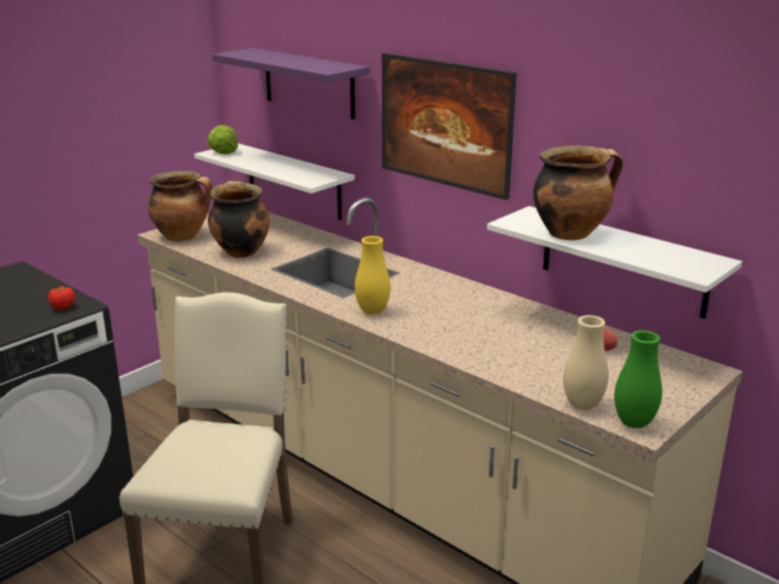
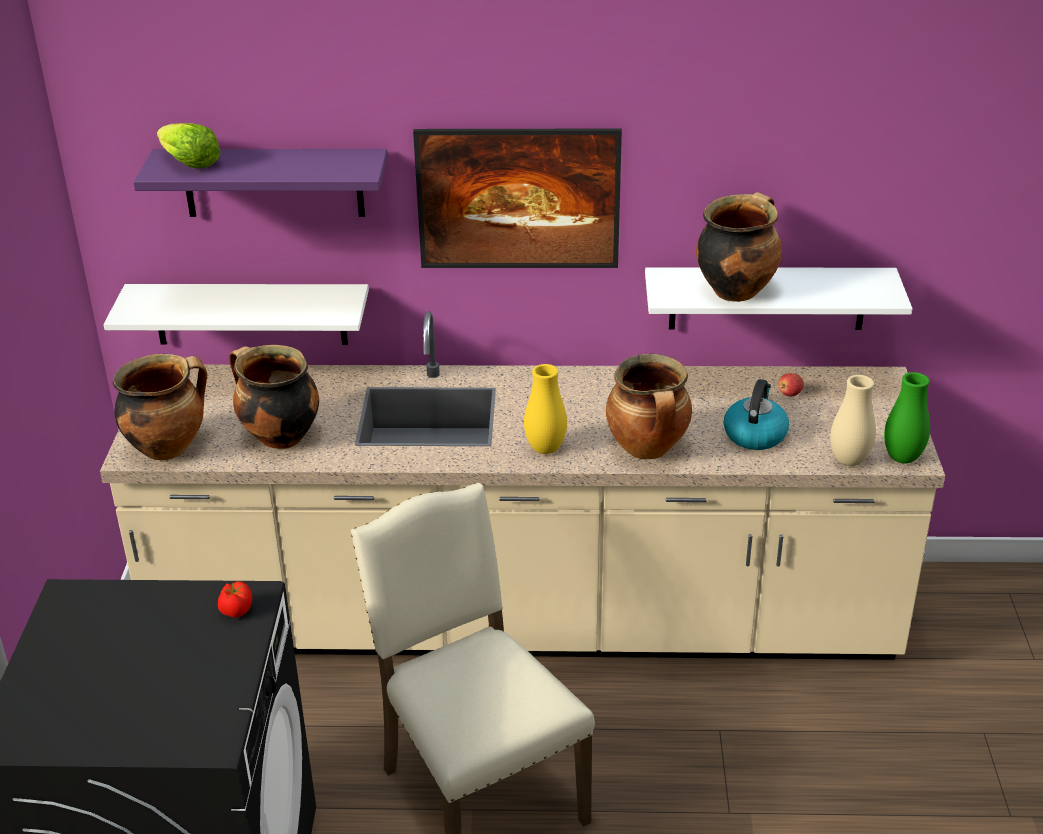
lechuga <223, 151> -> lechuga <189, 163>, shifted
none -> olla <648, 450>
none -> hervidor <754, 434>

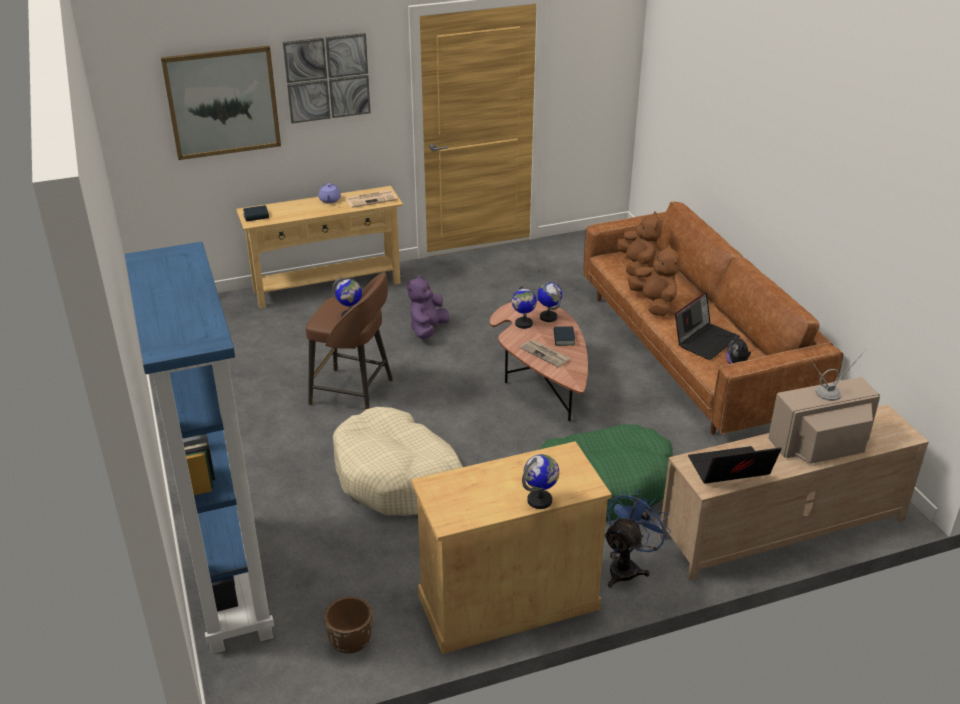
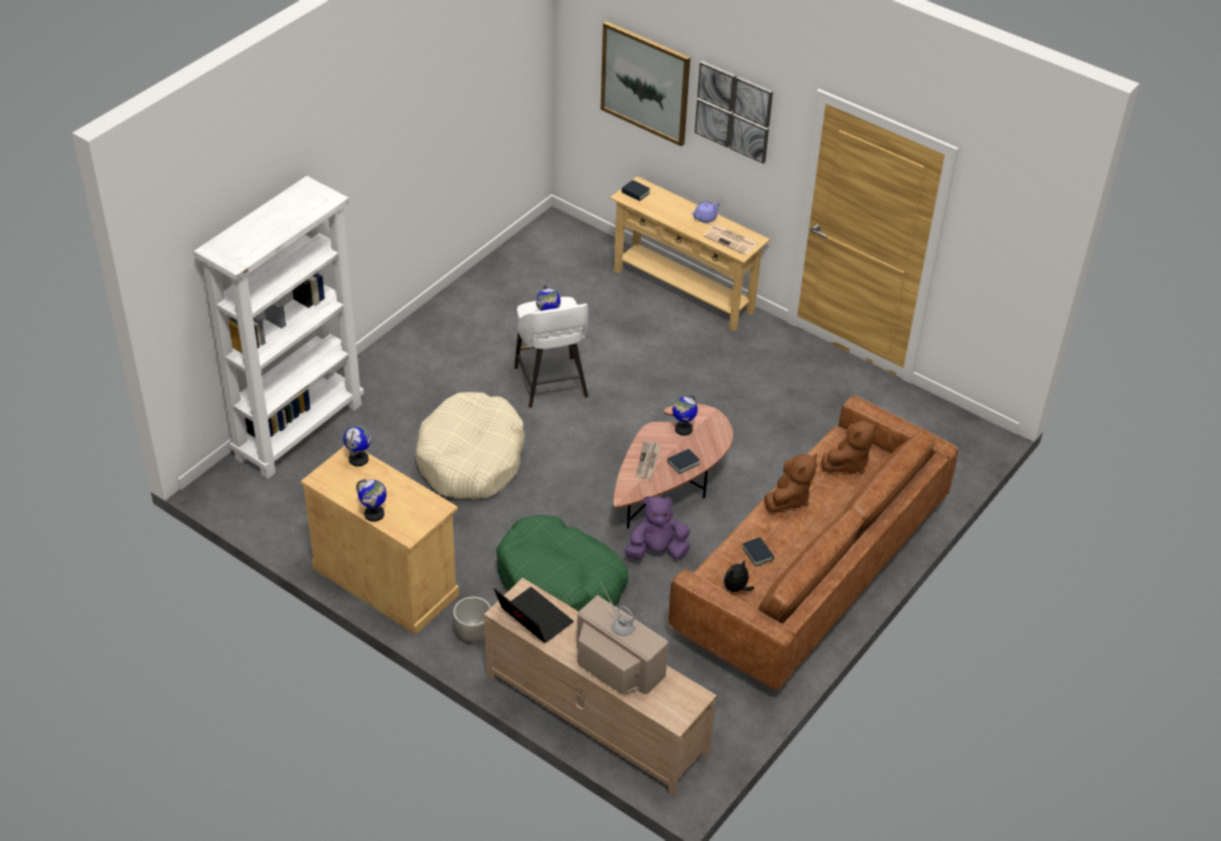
estantería [azul] <227, 582> -> estantería [blanco] <299, 430>
taburete [marrón] <354, 392> -> taburete [blanco] <551, 384>
peluche [morado] <428, 330> -> peluche [morado] <657, 551>, shifted
globo terráqueo <548, 317> -> globo terráqueo <359, 459>, shifted
portátil <705, 340> -> libro <757, 554>
ventilador [azul] <627, 567> -> maceta [gris] <473, 633>
maceta [marrón] <350, 644> -> none

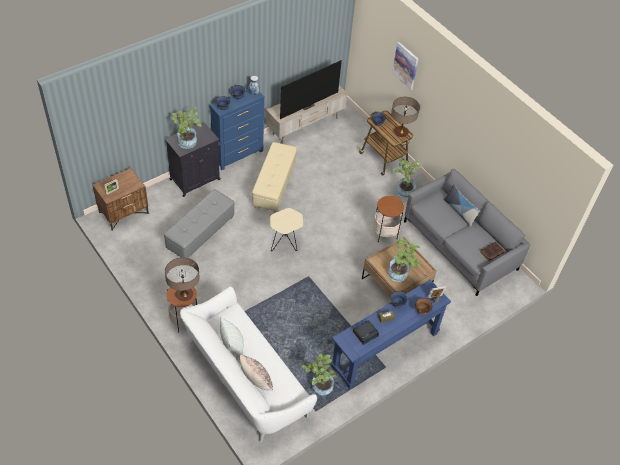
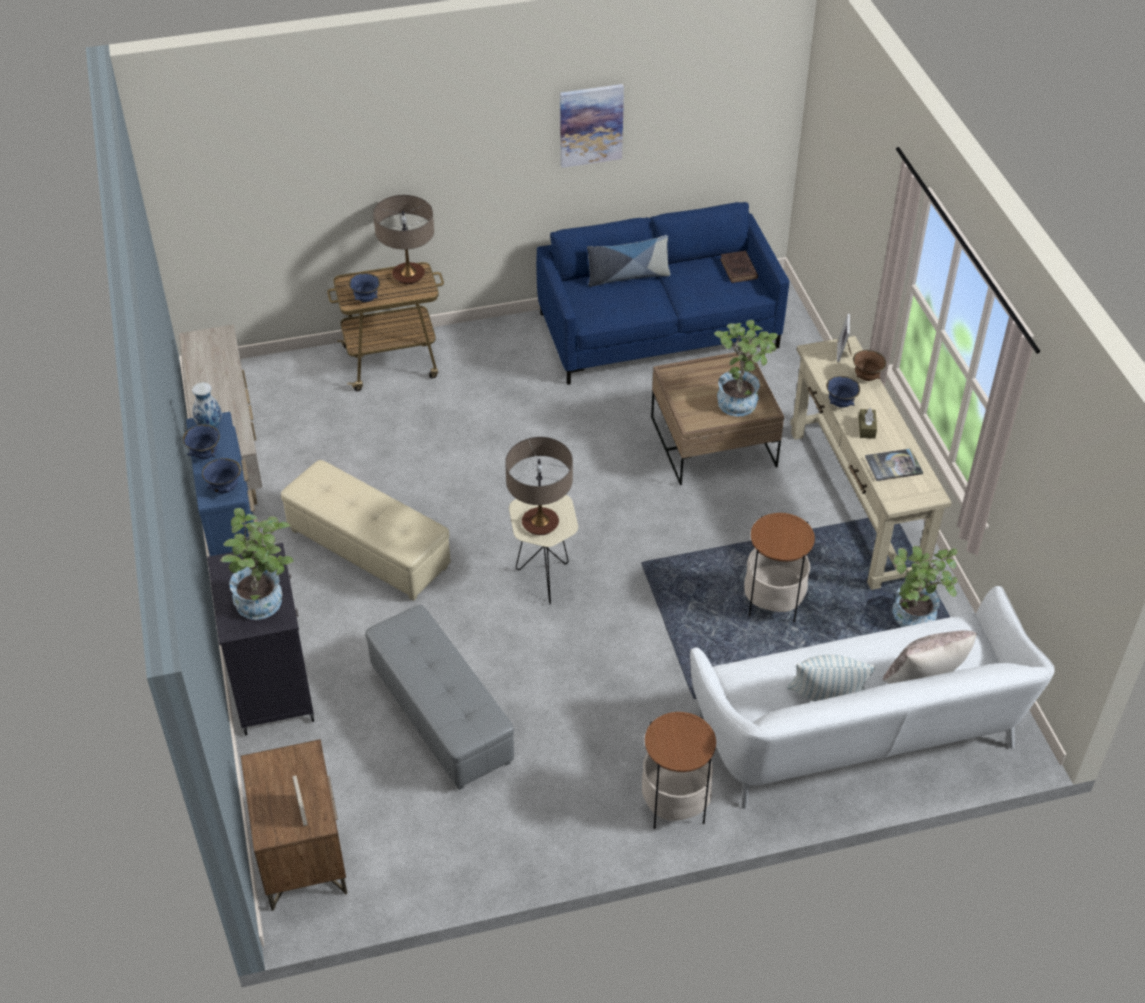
cuadro <405, 66> -> cuadro <591, 125>, shifted
televisor <307, 105> -> none
planta en maceta <403, 190> -> none
sofá [gris] <459, 245> -> sofá [azul] <658, 331>
mesa auxiliar <385, 233> -> mesa auxiliar <773, 602>, shifted
lámpara de mesa <184, 295> -> lámpara de mesa <540, 523>, shifted
mesa consola [azul] <385, 350> -> mesa consola [beis] <855, 503>
despertador <365, 333> -> libro <893, 465>

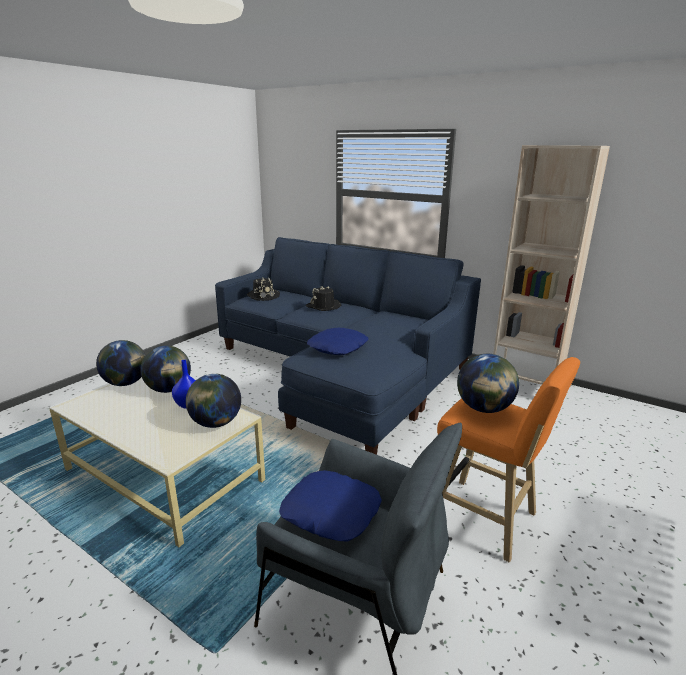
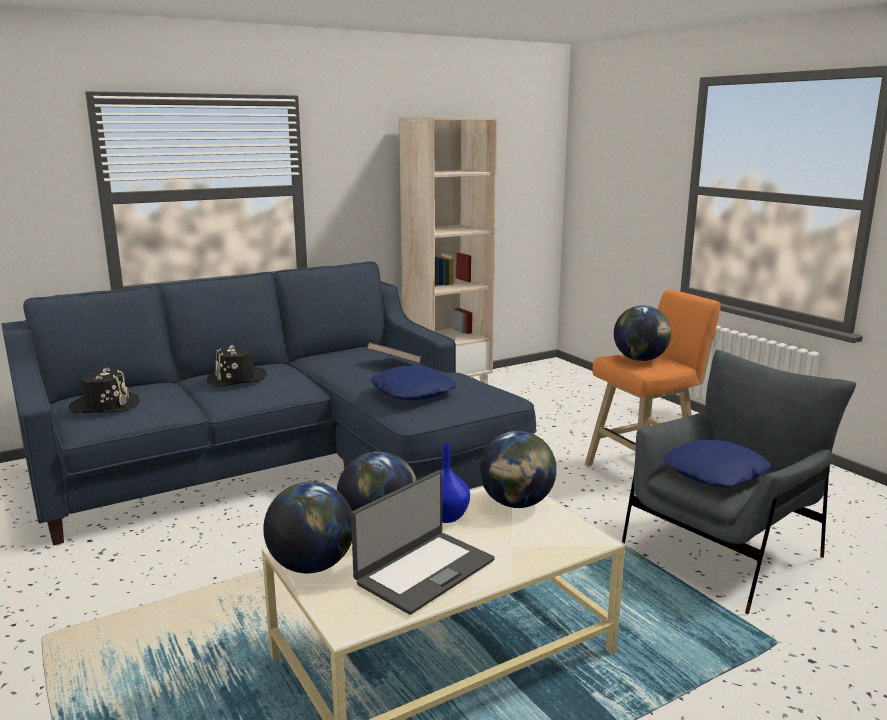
none -> libro [marrón] <394, 364>
none -> portátil <424, 571>

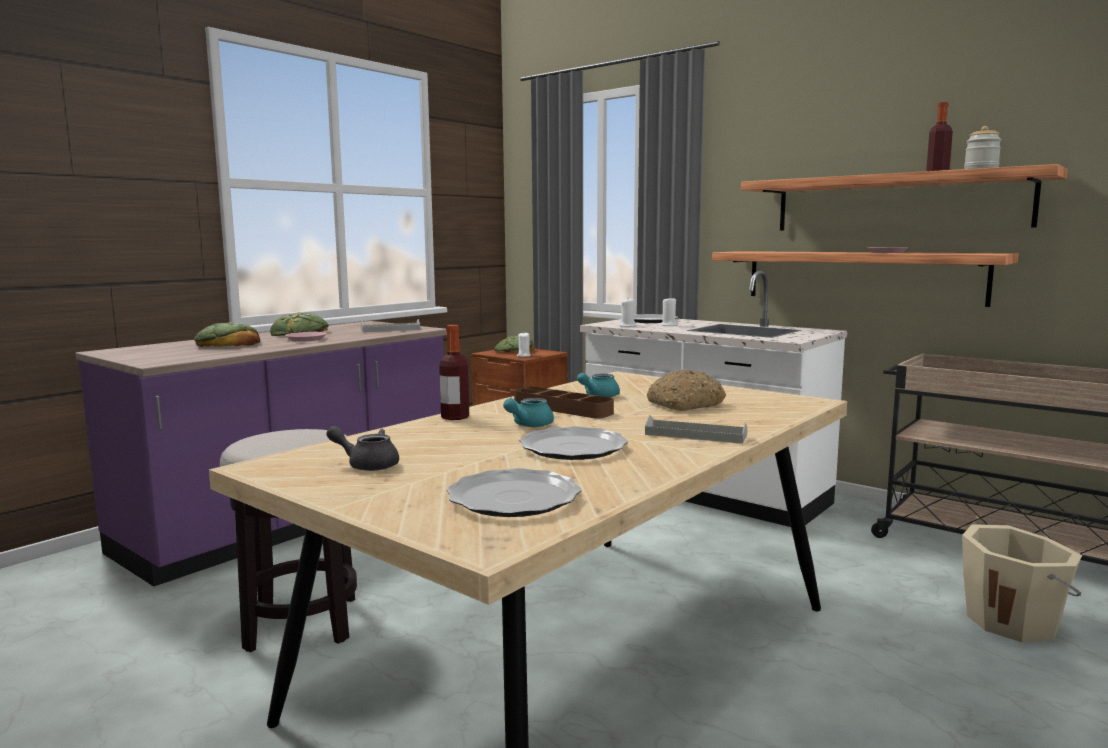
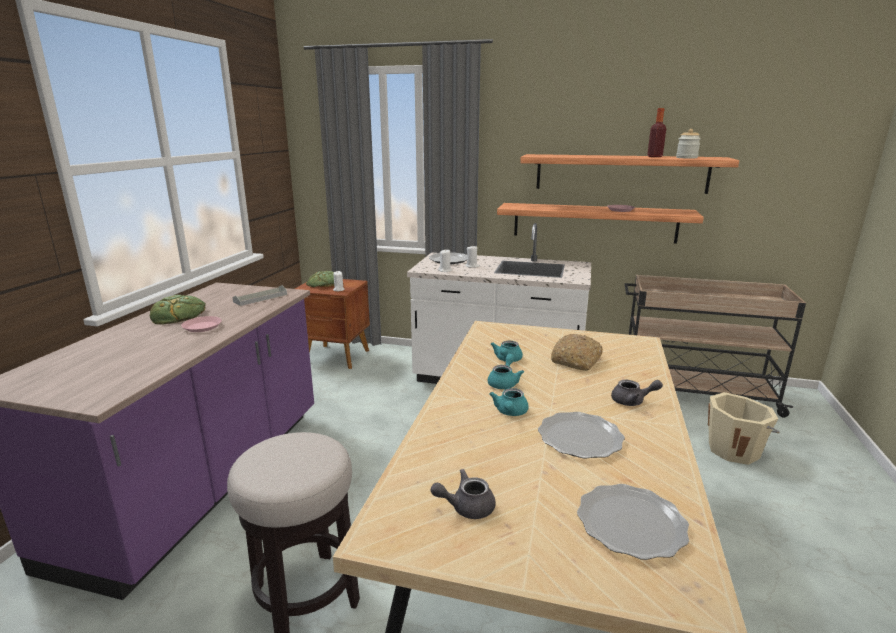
pan <228, 344> -> none
botella <455, 417> -> none
bandeja [marrón] <562, 408> -> tetera [turquesa] <504, 382>
bandeja [gris] <695, 435> -> tetera [gris] <632, 401>

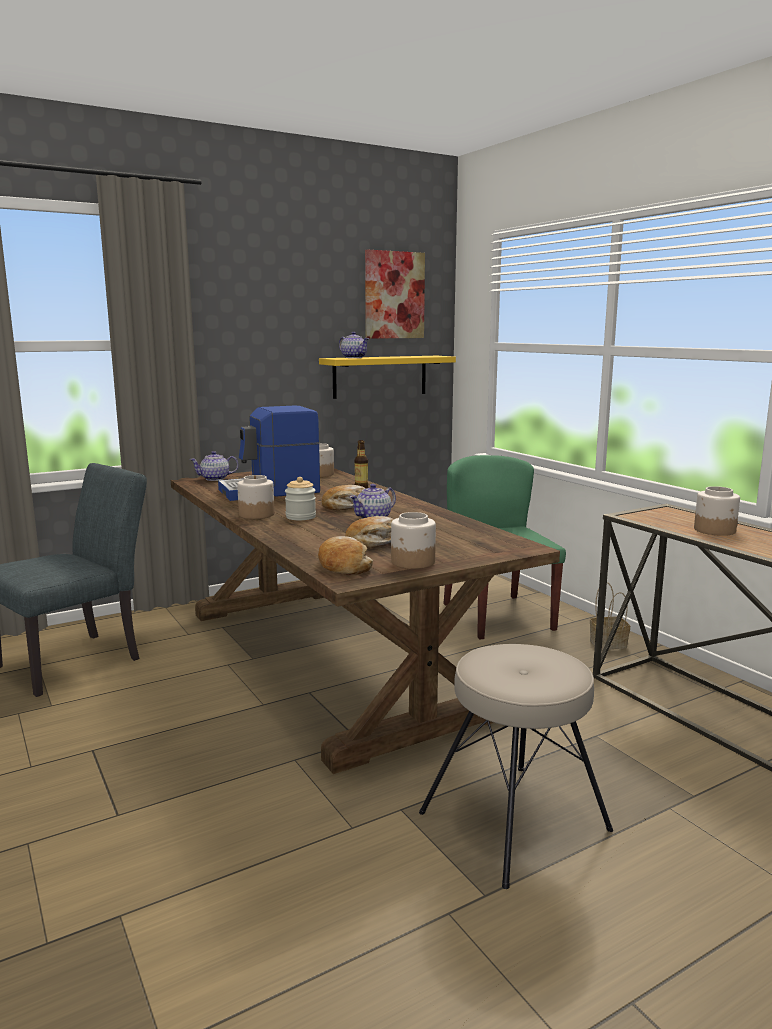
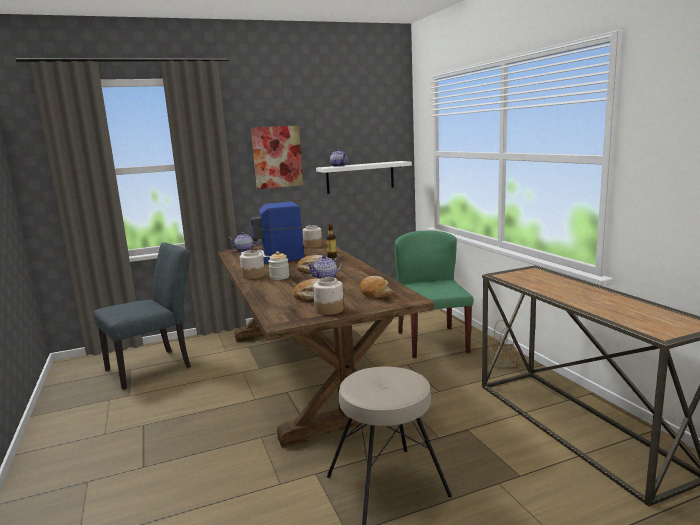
cuadro <394, 295> -> cuadro <277, 157>, shifted
estante [amarillo] <380, 376> -> estante [blanco] <360, 177>
tarro <715, 530> -> none
pan <343, 566> -> pan <374, 293>, shifted

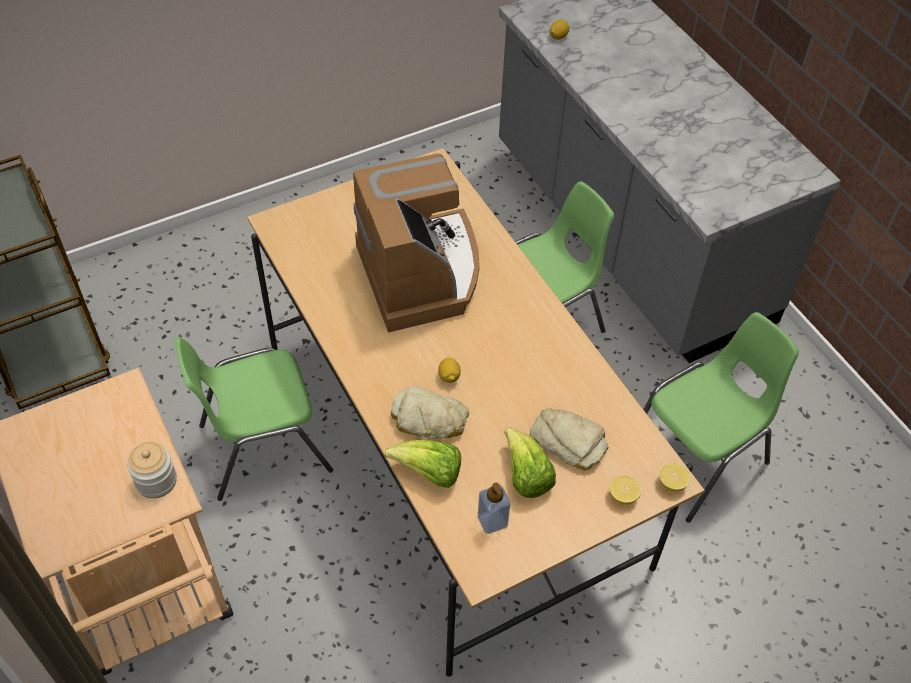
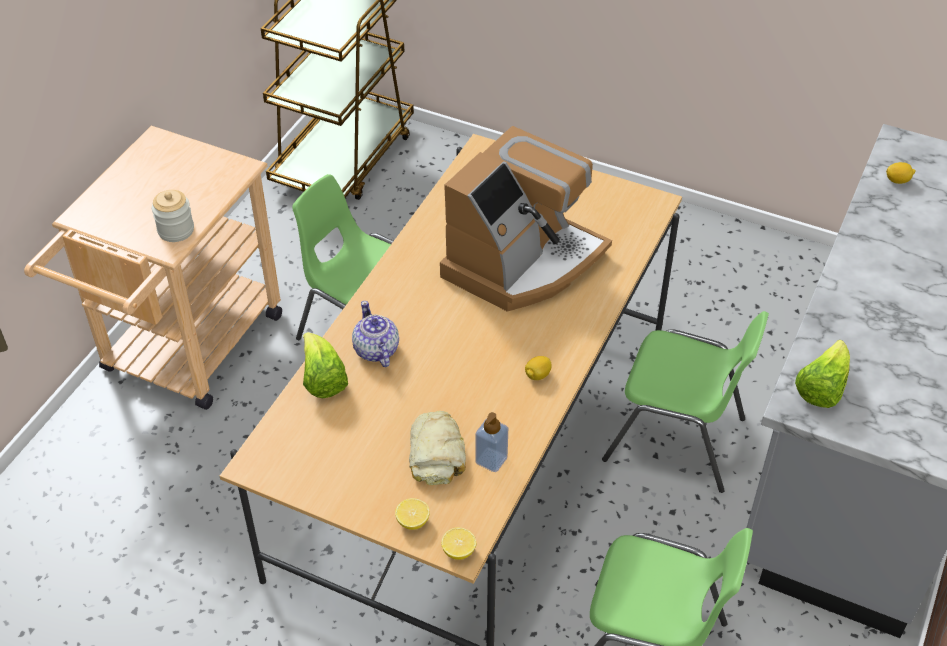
limón <449, 376> -> limón <537, 375>, shifted
pan <429, 419> -> tetera <376, 350>
lechuga <526, 476> -> lechuga <821, 388>, shifted
dispensador de jabón <492, 521> -> dispensador de jabón <491, 460>, shifted

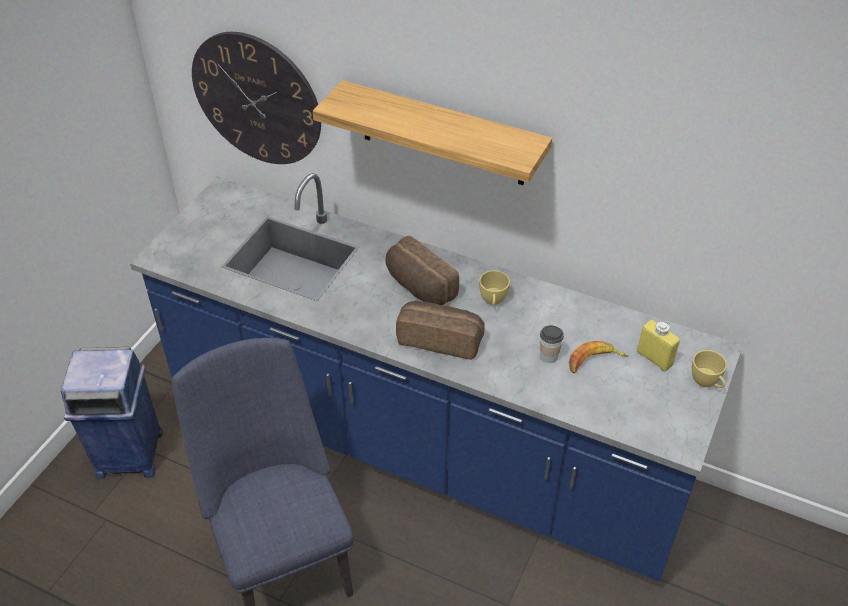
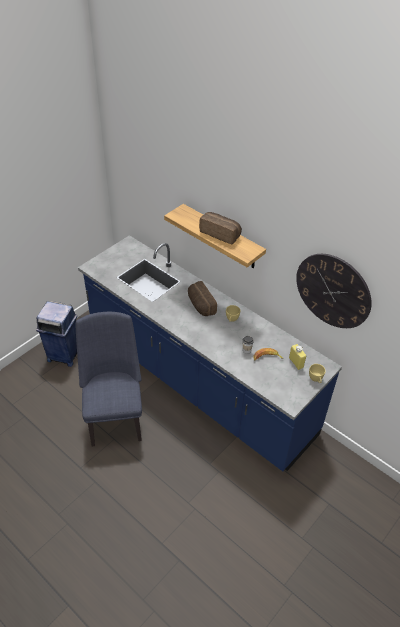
reloj de pared <256, 99> -> reloj de pared <333, 291>, shifted
pan <440, 339> -> pan <220, 233>, shifted

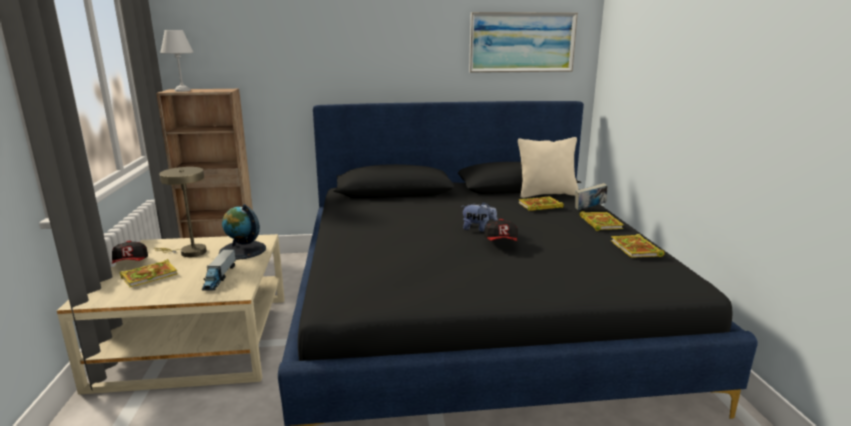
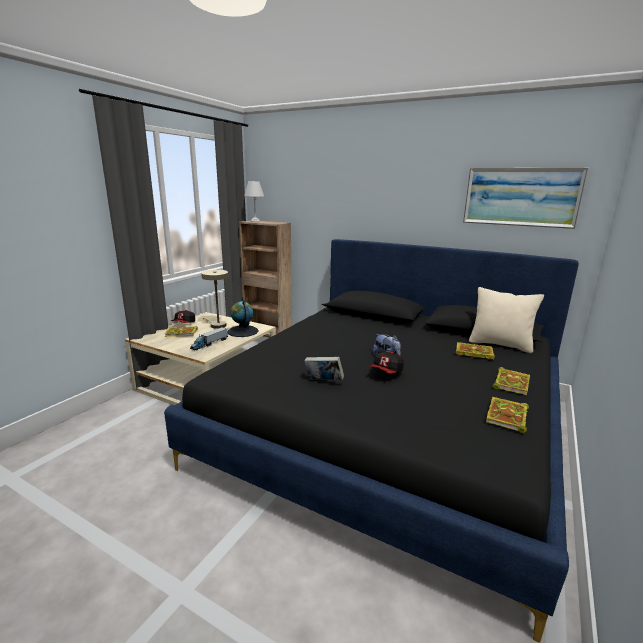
libro <589, 209> -> libro <323, 381>, shifted

